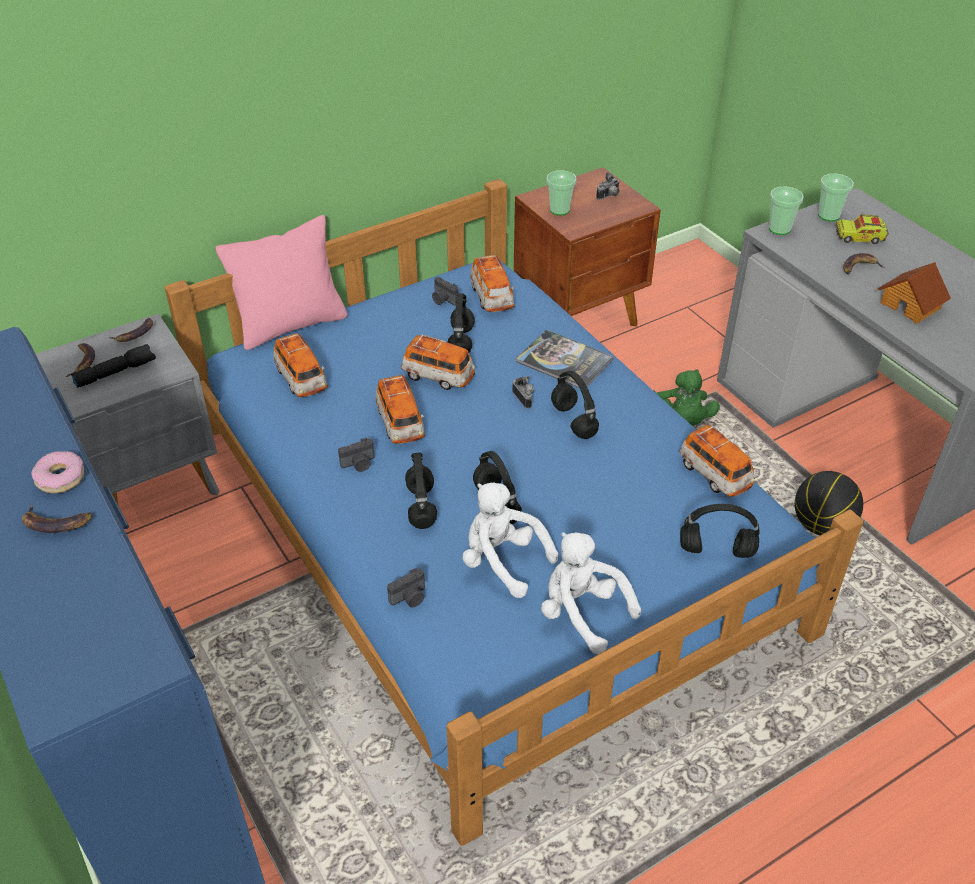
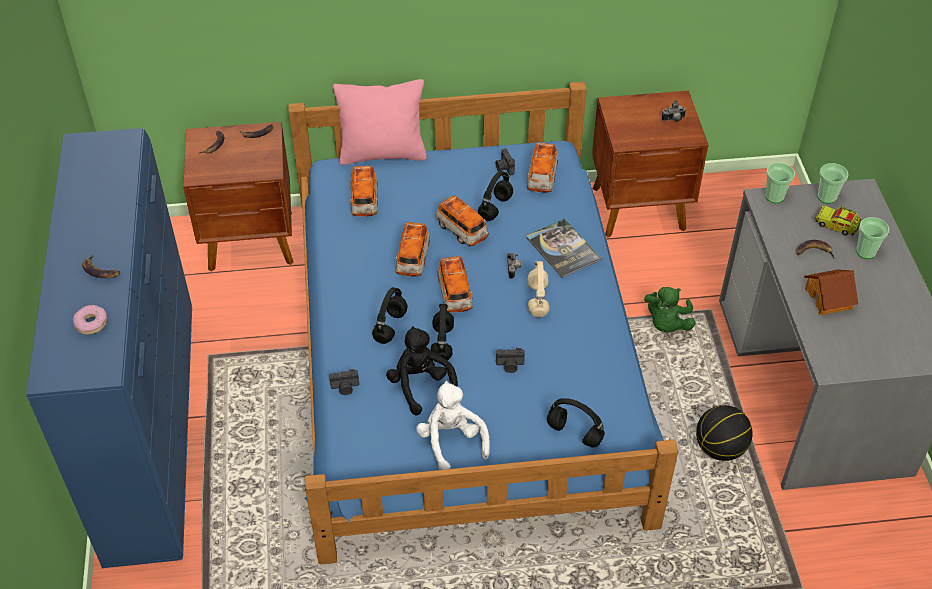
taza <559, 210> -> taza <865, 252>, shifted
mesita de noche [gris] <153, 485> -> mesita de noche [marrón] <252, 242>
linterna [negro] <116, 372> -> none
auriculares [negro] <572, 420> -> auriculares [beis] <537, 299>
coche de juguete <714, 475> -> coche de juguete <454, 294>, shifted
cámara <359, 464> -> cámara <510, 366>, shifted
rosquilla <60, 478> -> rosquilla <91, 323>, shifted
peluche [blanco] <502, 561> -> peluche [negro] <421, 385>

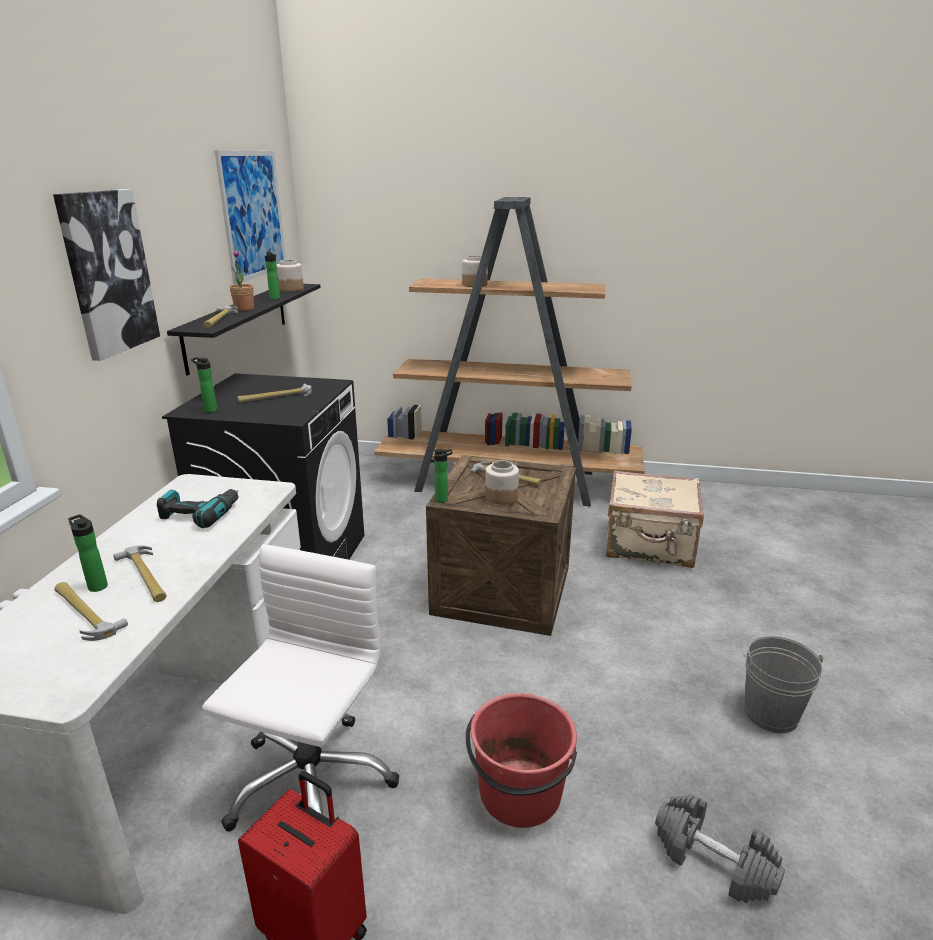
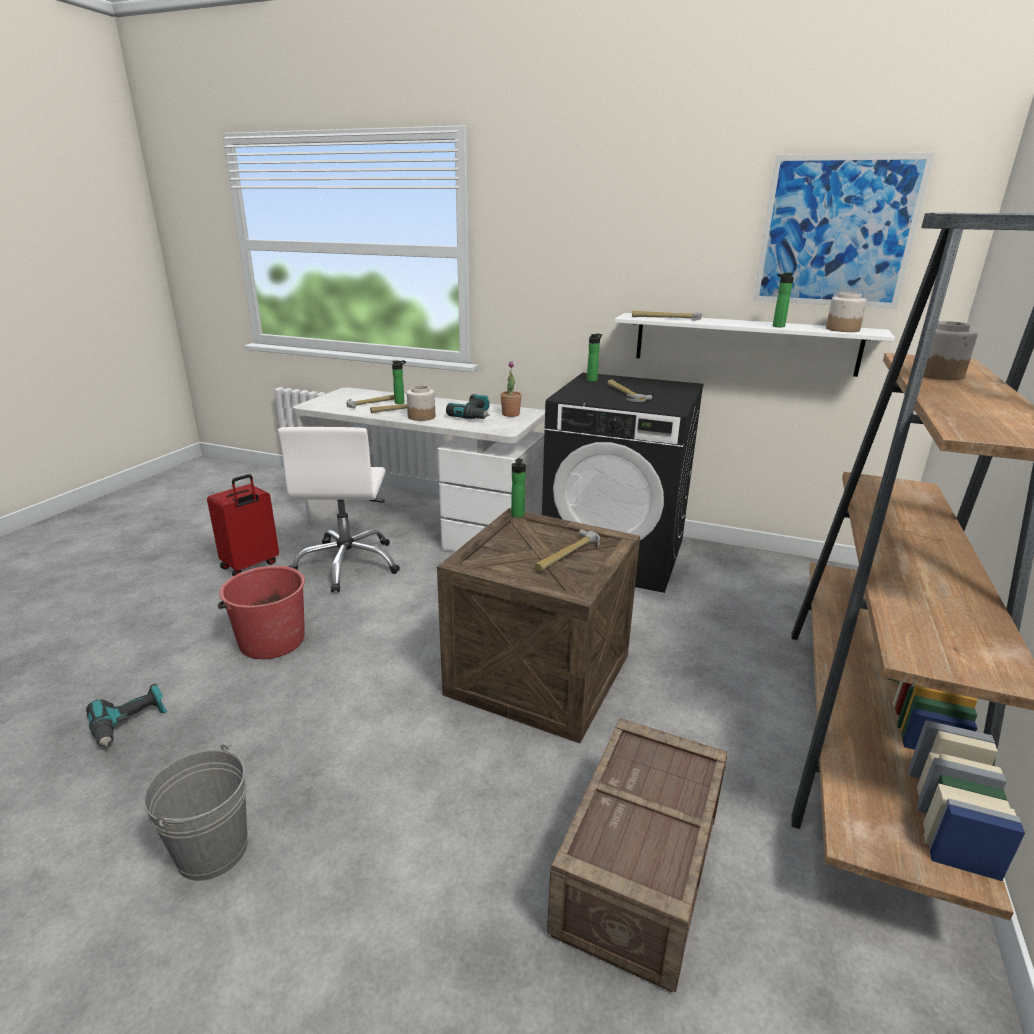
cuadro <108, 273> -> none
planta en maceta <244, 309> -> planta en maceta <510, 414>, shifted
estante [negro] <238, 325> -> estante [blanco] <744, 344>
tarro <501, 497> -> tarro <421, 417>, shifted
maleta [beis] <649, 546> -> caja de embalaje <640, 873>
silla de oficina [blanco] <310, 783> -> silla de oficina [blanco] <348, 564>, 60 degrees clockwise
mancuerna [gris] <713, 862> -> taladro <130, 723>

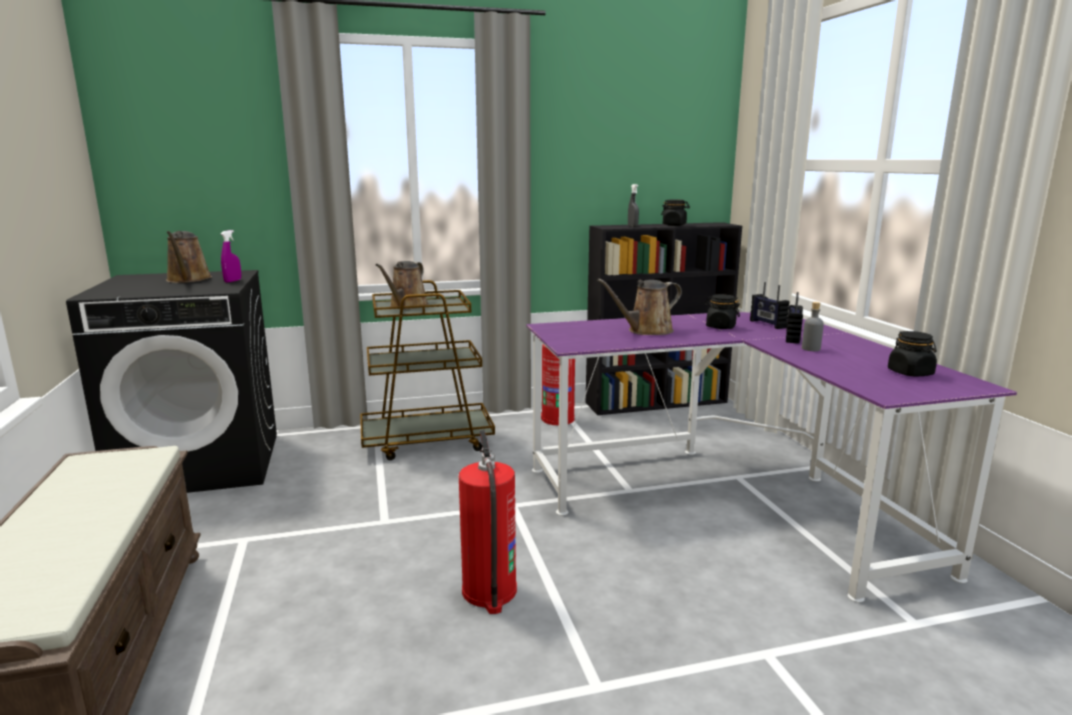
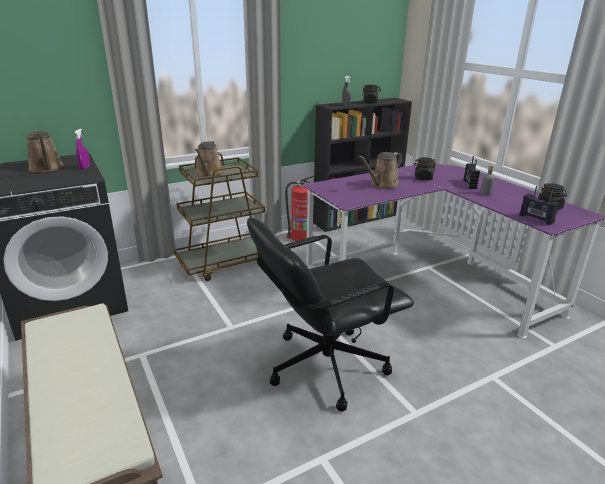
radio <767, 324> -> radio <536, 219>, shifted
extintor <489, 592> -> silla de oficina [negro] <325, 365>

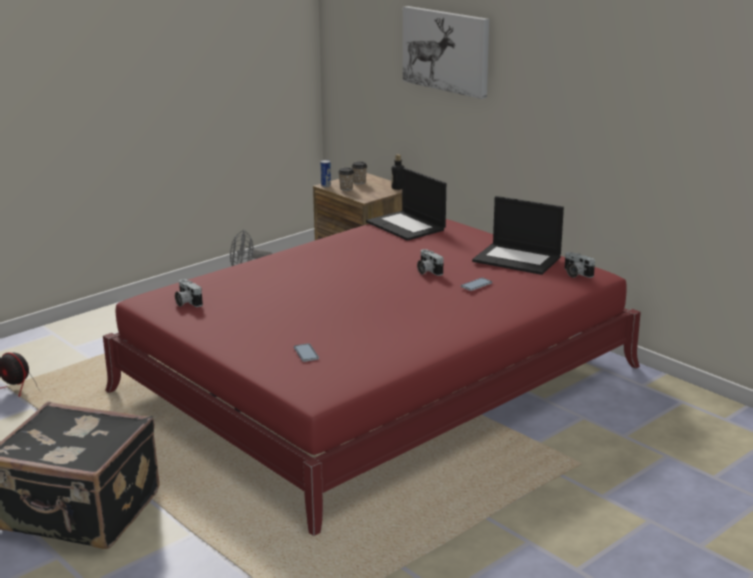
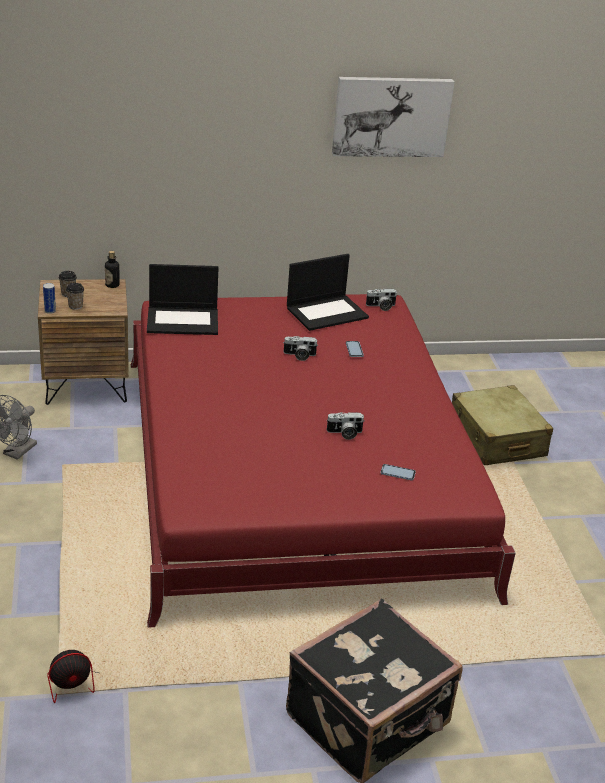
cuadro <446, 50> -> cuadro <391, 116>, shifted
cámara <186, 302> -> cámara <344, 433>, shifted
none -> maleta [beis] <496, 439>

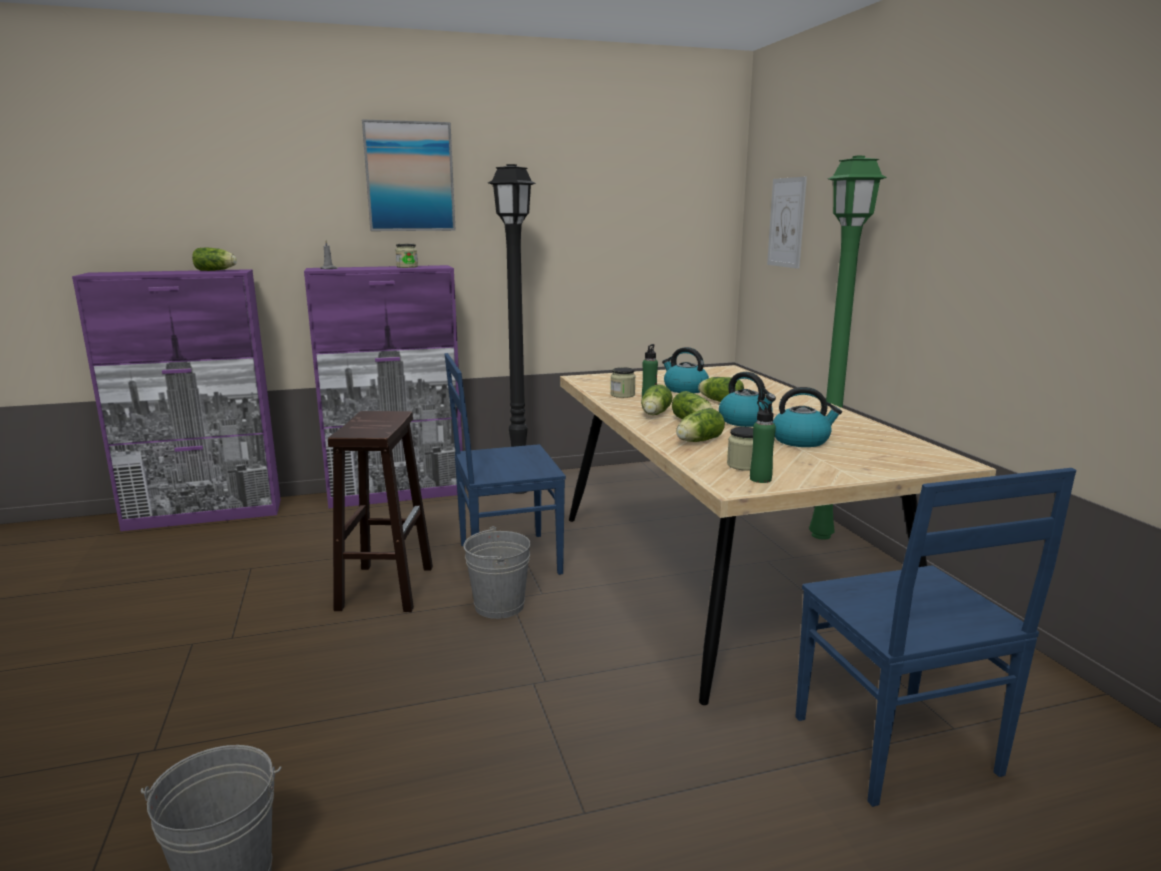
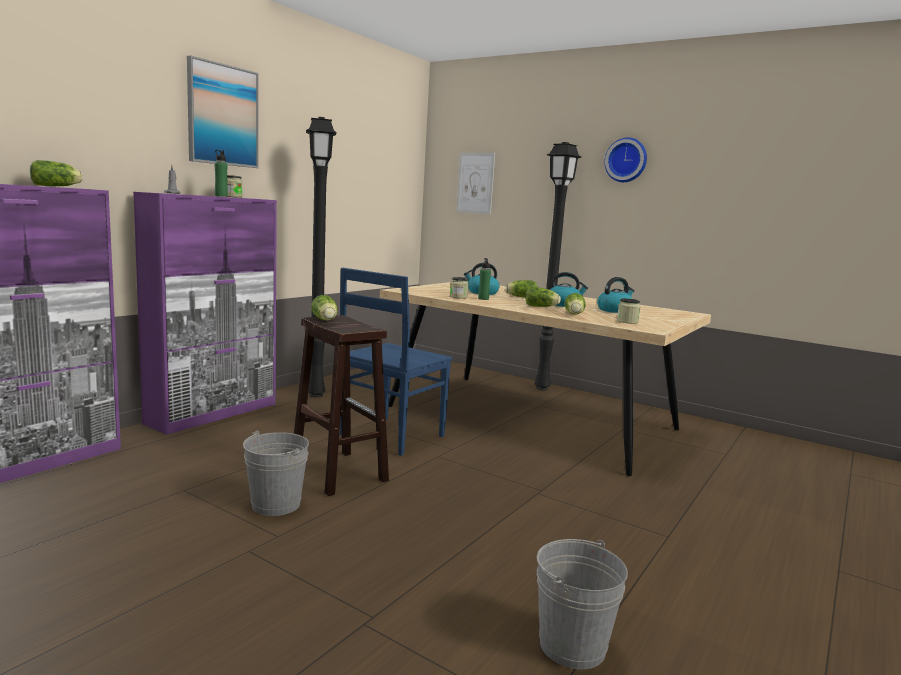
lámpara de pie [verde] <820, 536> -> lámpara de pie [negro] <542, 388>
lechuga <654, 414> -> lechuga <325, 320>, shifted
botella [verde] <760, 479> -> botella [verde] <221, 196>, shifted
silla [azul] <898, 749> -> none
cubo [gris] <499, 606> -> cubo [gris] <276, 504>, shifted
none -> reloj de pared <626, 160>

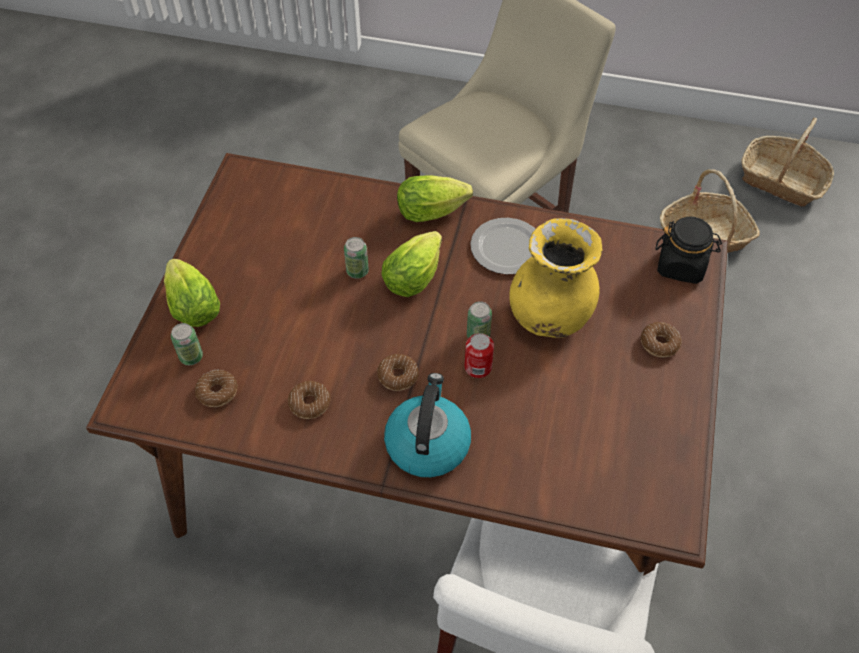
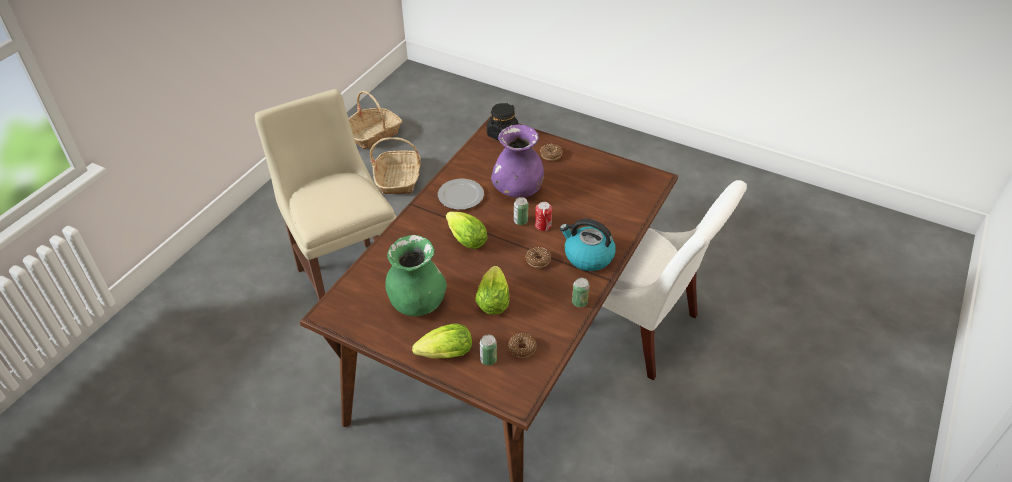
lechuga <435, 211> -> lechuga <493, 299>, shifted
florero [amarillo] <550, 316> -> florero [morado] <517, 189>
lata <357, 271> -> lata <579, 302>, shifted
rosquilla <309, 403> -> none
none -> florero [verde] <417, 303>

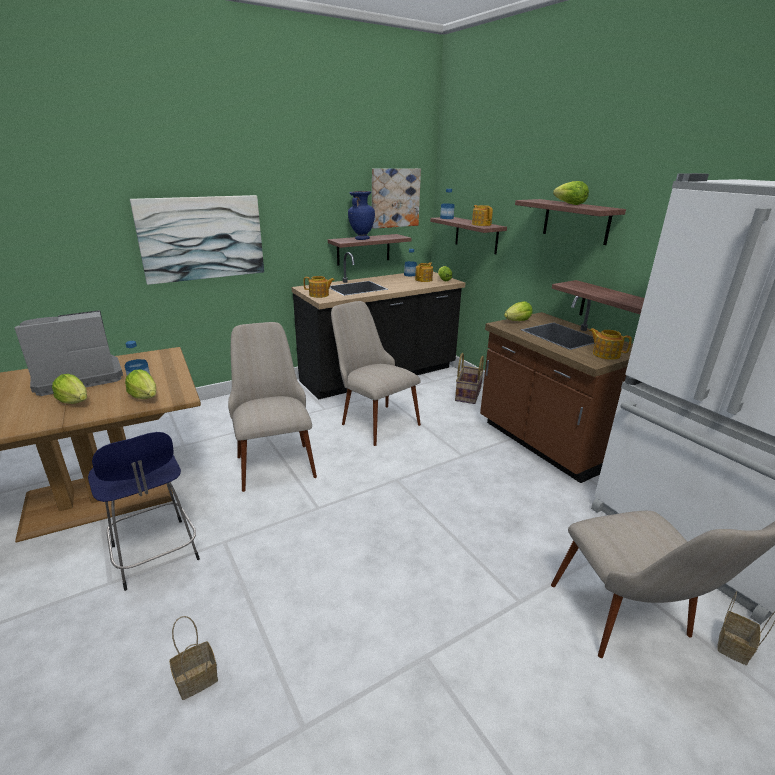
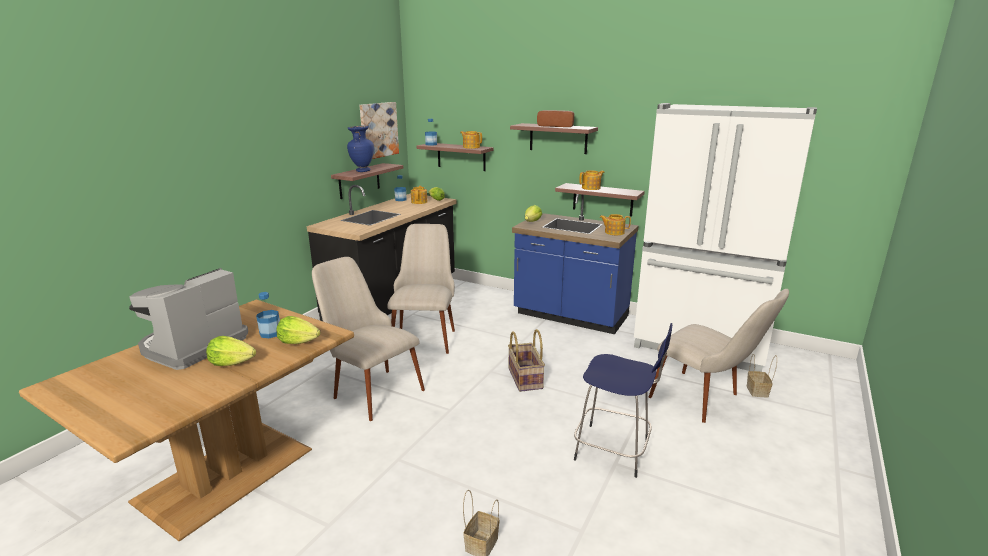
lechuga <569, 204> -> pan <556, 126>
cuadro <202, 238> -> none
tetera <319, 295> -> tetera <591, 188>, shifted
mueble bajo de cocina [marrón] <544, 444> -> mueble bajo de cocina [azul] <570, 316>
silla [beis] <372, 419> -> silla [beis] <425, 335>, 75 degrees clockwise
cesta <467, 394> -> cesta <524, 378>, shifted
taburete [azul] <156, 555> -> taburete [azul] <615, 451>, shifted

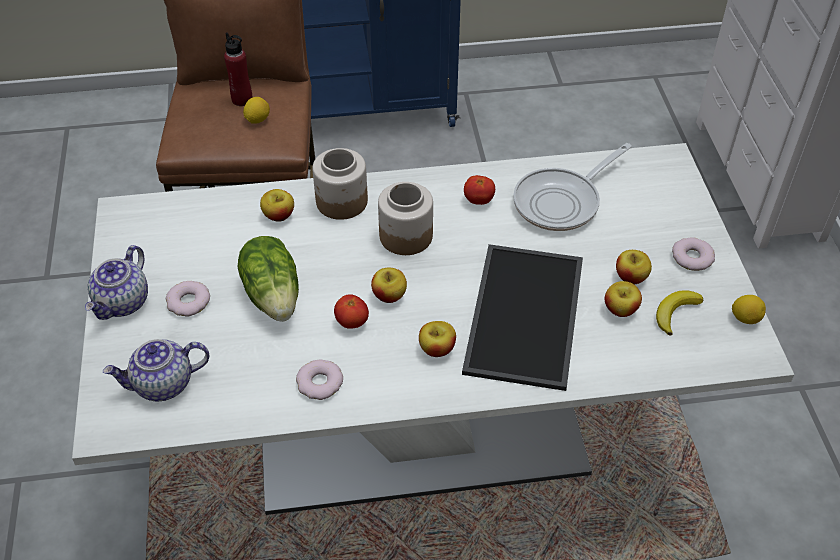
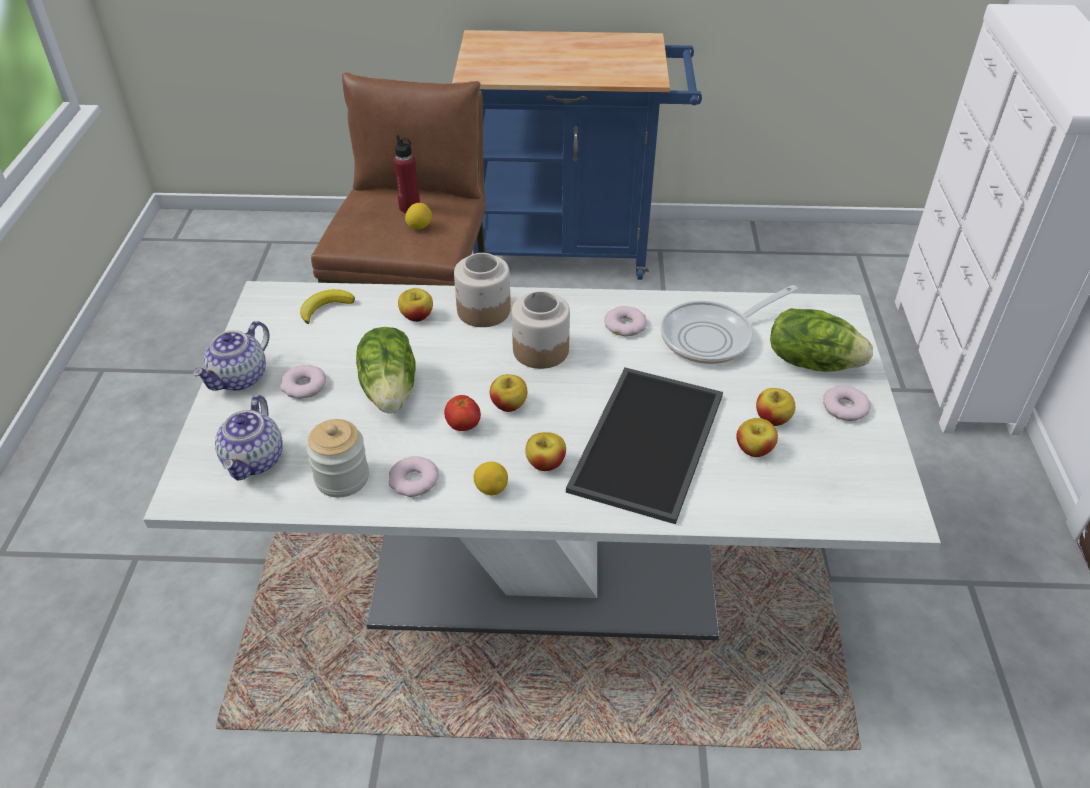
tomate <479, 200> -> rosquilla <625, 325>
plátano <675, 312> -> plátano <325, 308>, shifted
limón <745, 318> -> limón <491, 489>, shifted
tetera <163, 384> -> tetera <255, 460>, 75 degrees counterclockwise
none -> lechuga <811, 361>
none -> tarro <342, 478>

